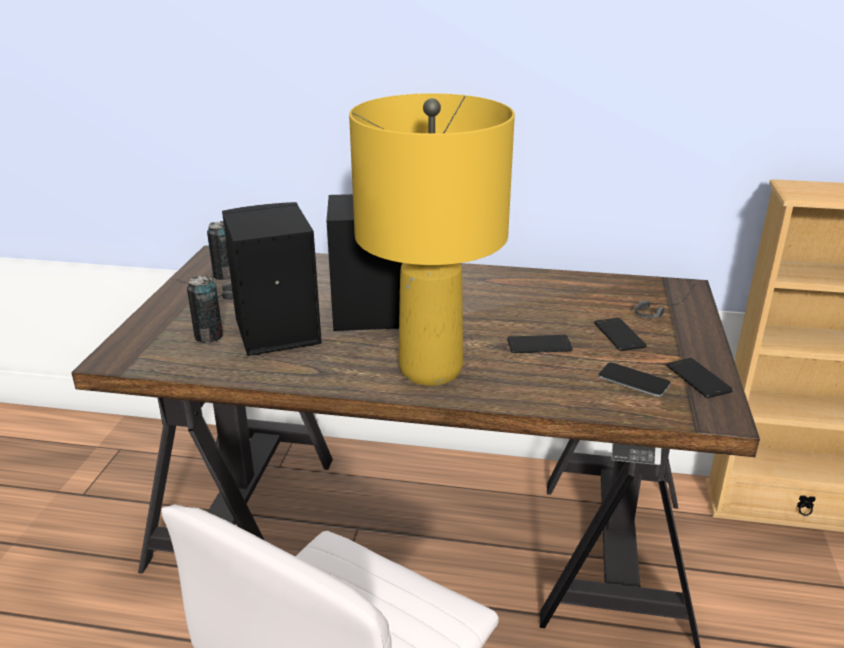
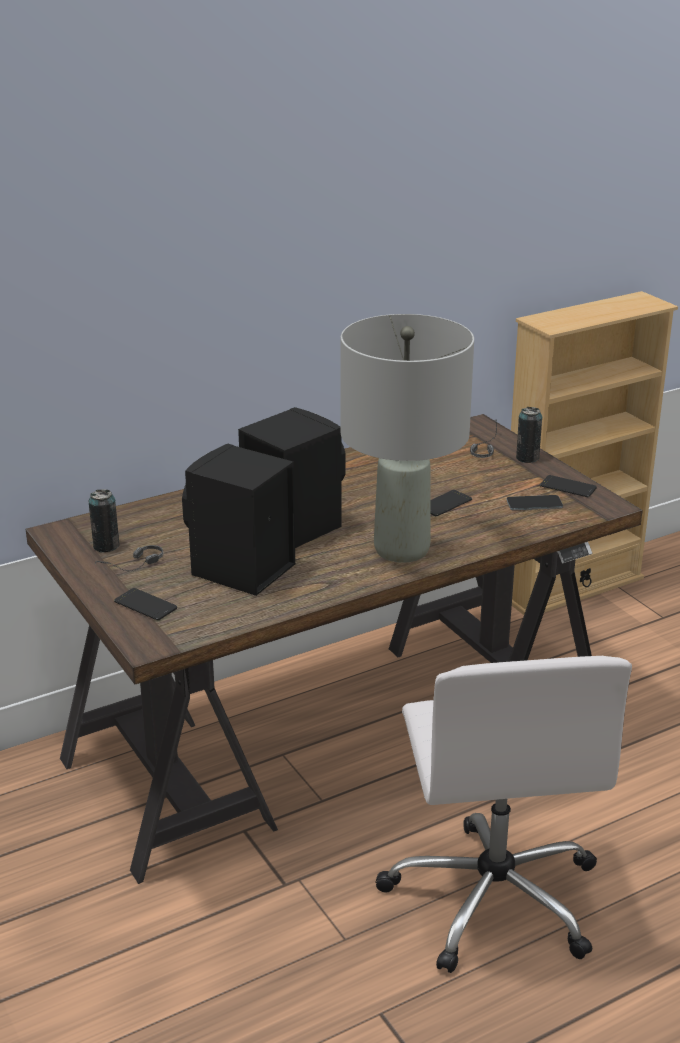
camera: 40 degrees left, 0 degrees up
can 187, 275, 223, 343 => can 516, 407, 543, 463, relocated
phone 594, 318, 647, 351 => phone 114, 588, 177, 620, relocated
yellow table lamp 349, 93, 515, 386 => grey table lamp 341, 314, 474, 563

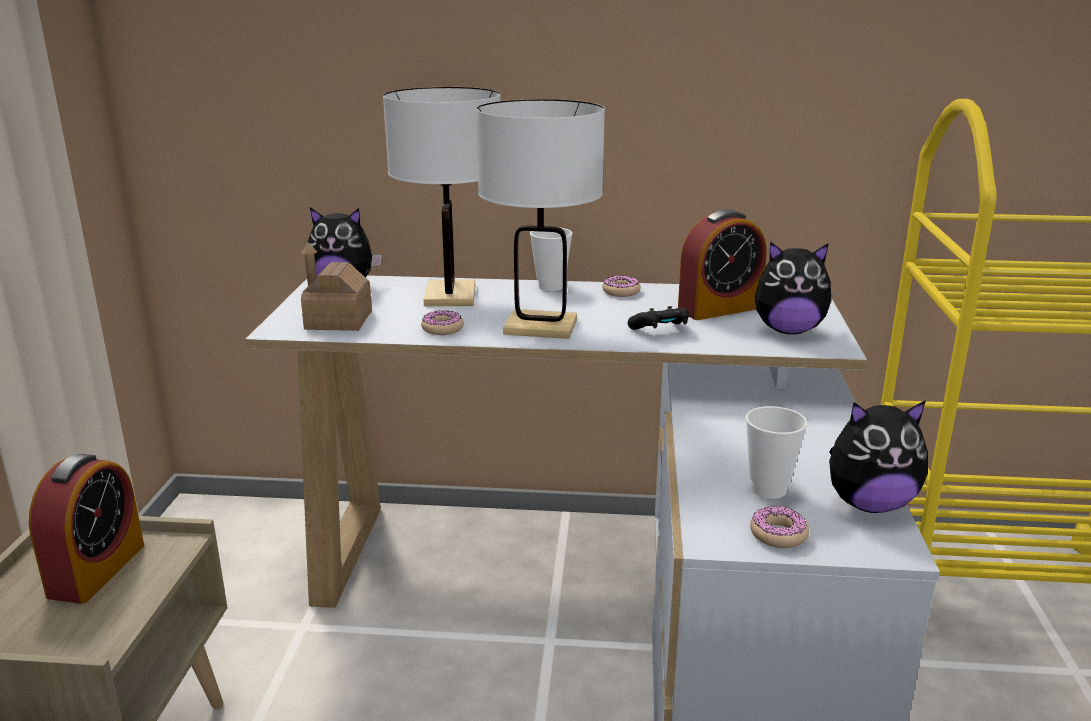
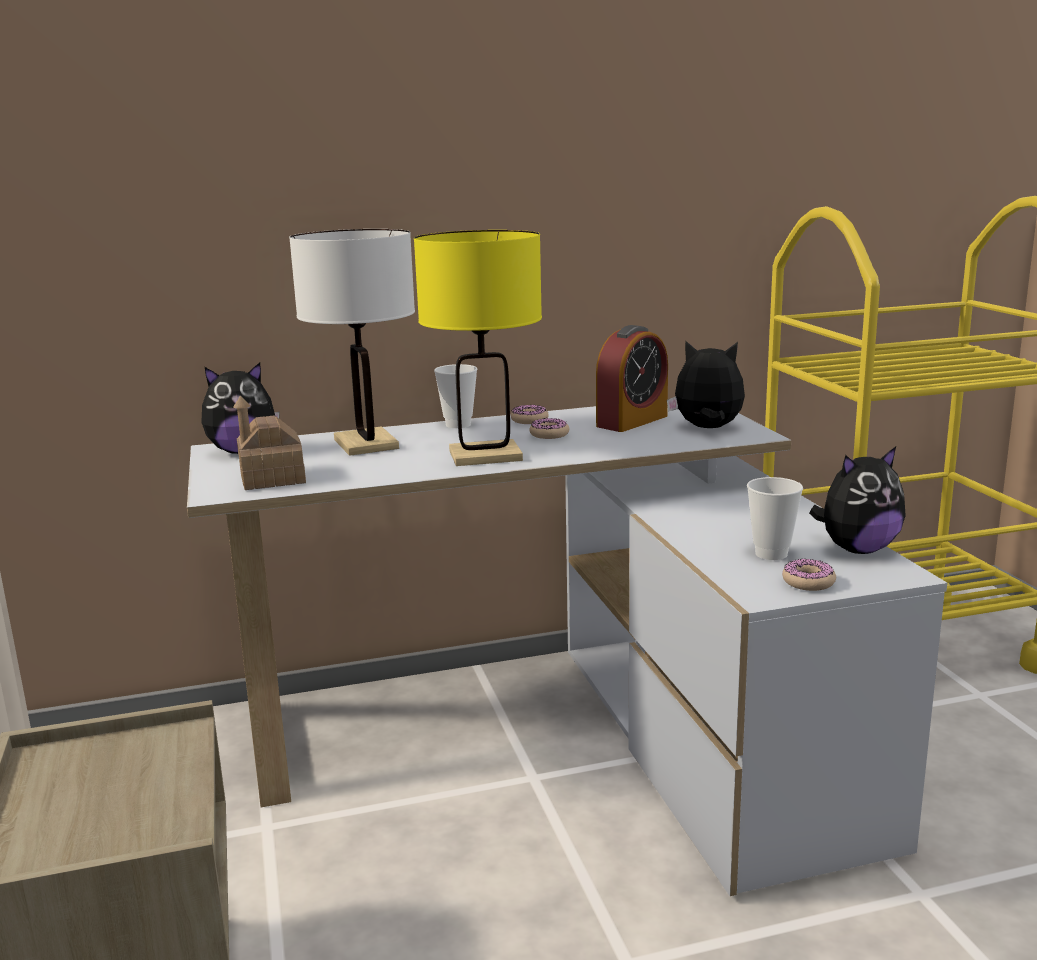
camera: 20 degrees left, 5 degrees down
alarm clock 29, 454, 144, 604 => nothing
black game controller 628, 306, 689, 330 => nothing
donut 421, 310, 464, 335 => donut 529, 418, 569, 439, relocated
white table lamp 476, 99, 605, 339 => yellow table lamp 414, 230, 542, 466
plush toy 755, 242, 833, 334 => plush toy 667, 341, 745, 428, 150 degrees counterclockwise

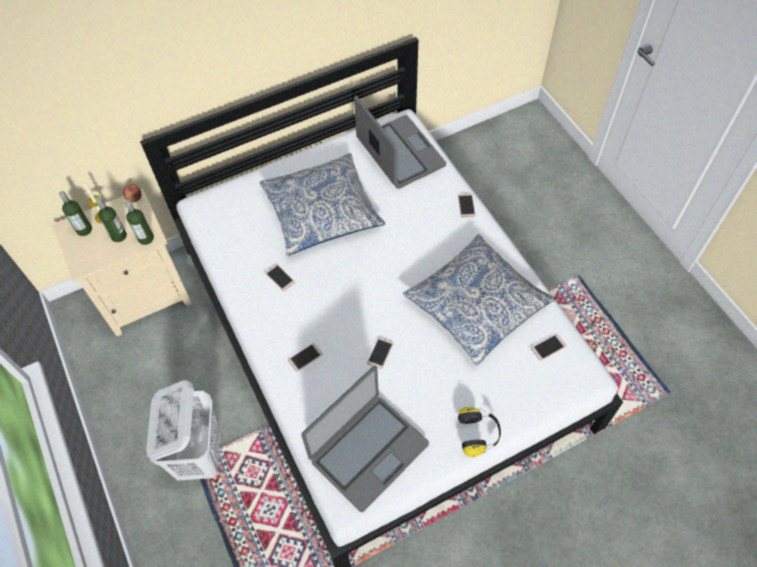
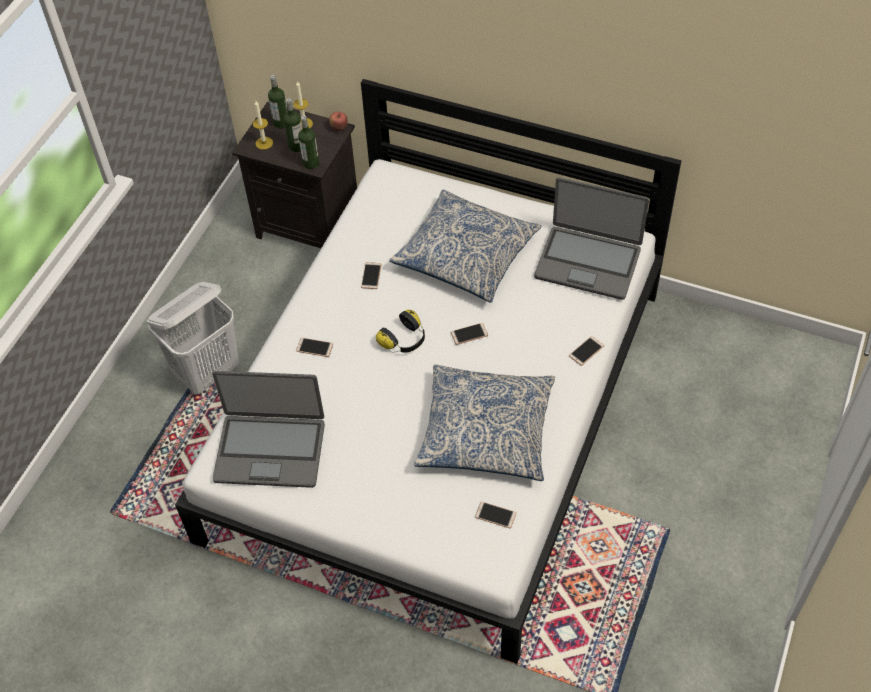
camera: 50 degrees right, 5 degrees down
nothing => candle 253, 101, 273, 150
phone 367, 337, 393, 369 => phone 451, 323, 488, 345, relocated
headphones 458, 407, 501, 457 => headphones 376, 310, 425, 353, relocated
beige nightstand 52, 189, 192, 336 => black nightstand 232, 102, 357, 248
laptop 354, 95, 446, 189 => laptop 534, 177, 649, 300, 90 degrees clockwise

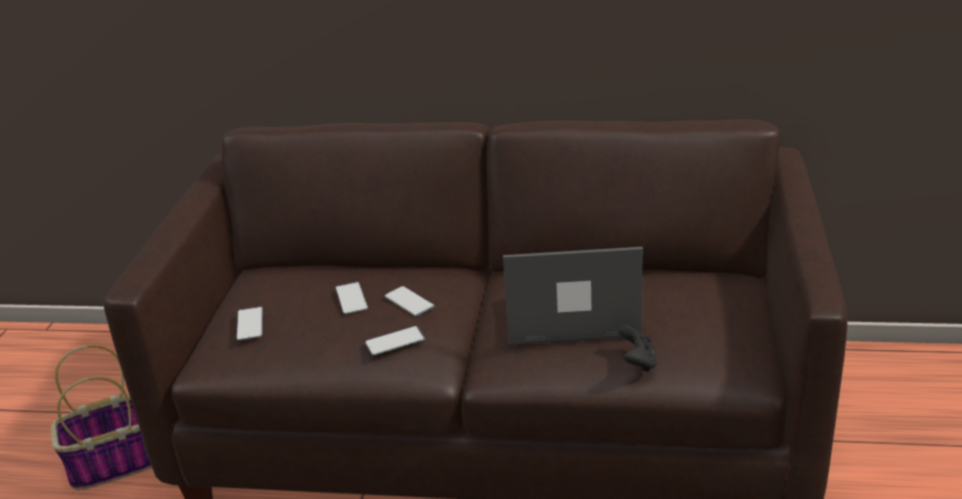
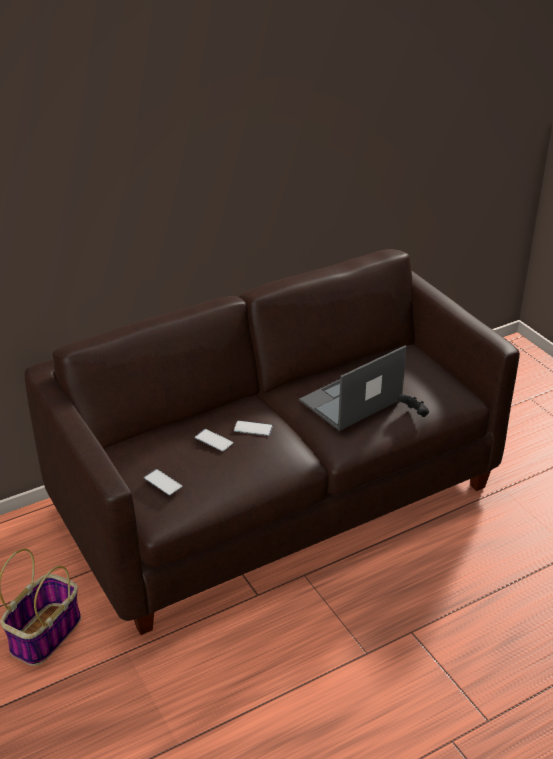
camera: 40 degrees left, 5 degrees up
phone 365, 326, 425, 355 => nothing

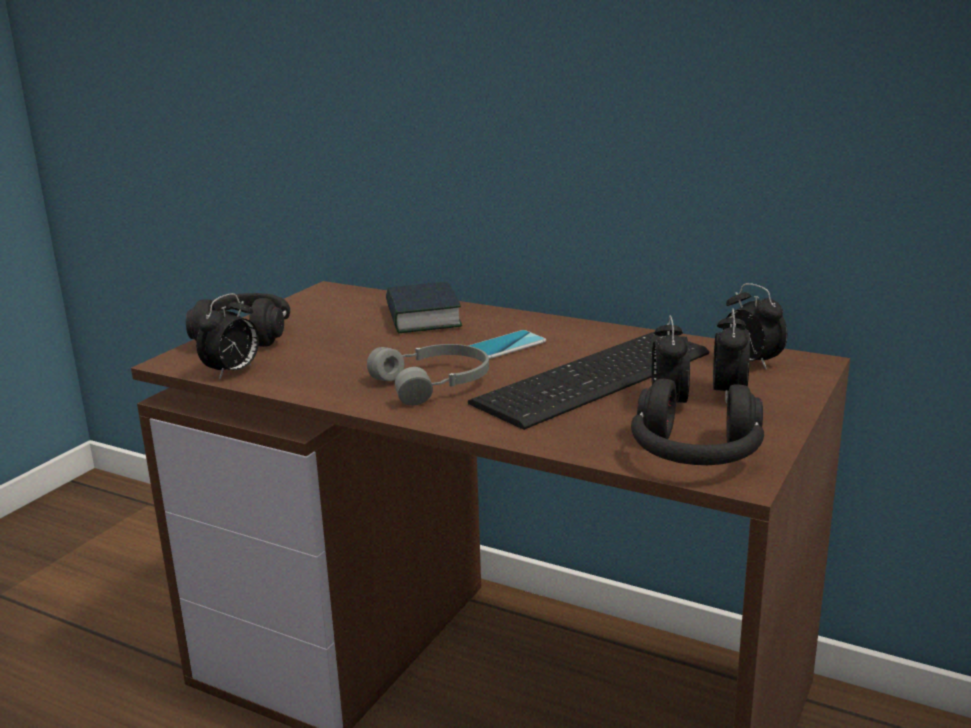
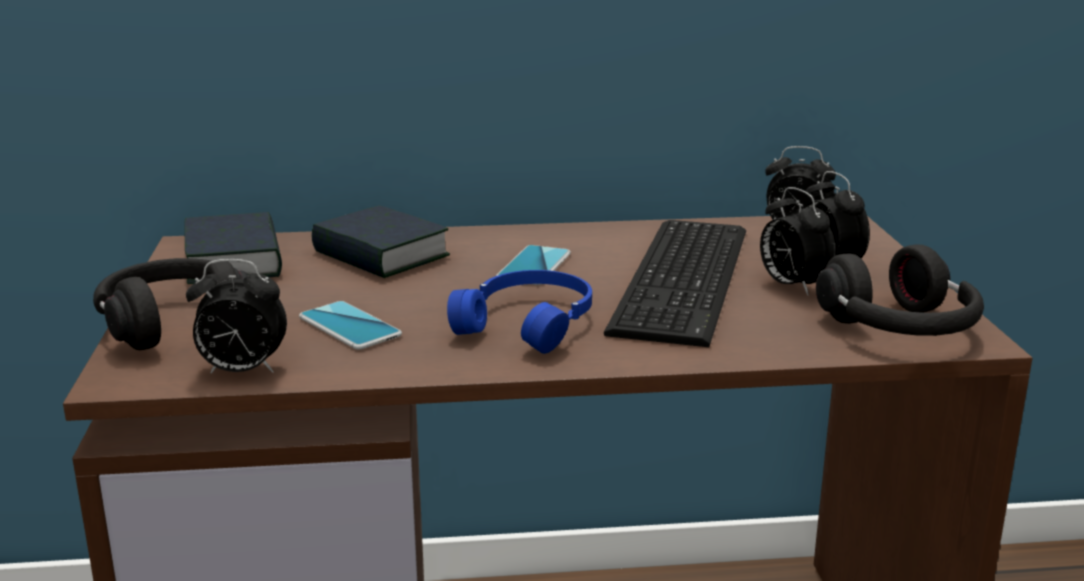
camera: 35 degrees left, 0 degrees up
nothing => book 184, 212, 282, 284
nothing => phone 299, 301, 402, 350
grey headphones 367, 344, 489, 406 => blue headphones 447, 270, 592, 354
alarm clock 196, 293, 259, 380 => alarm clock 186, 259, 287, 373, 90 degrees clockwise

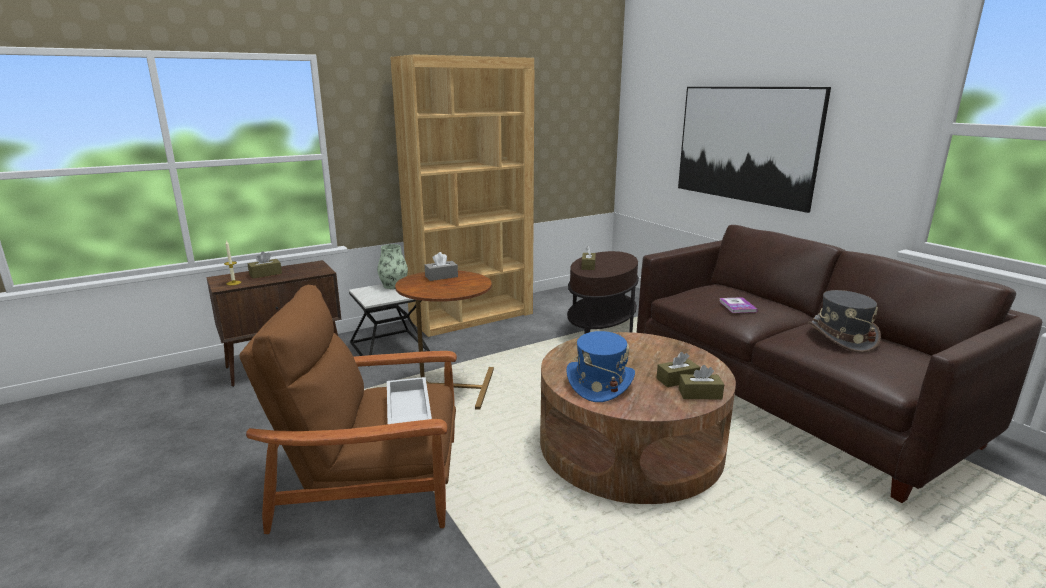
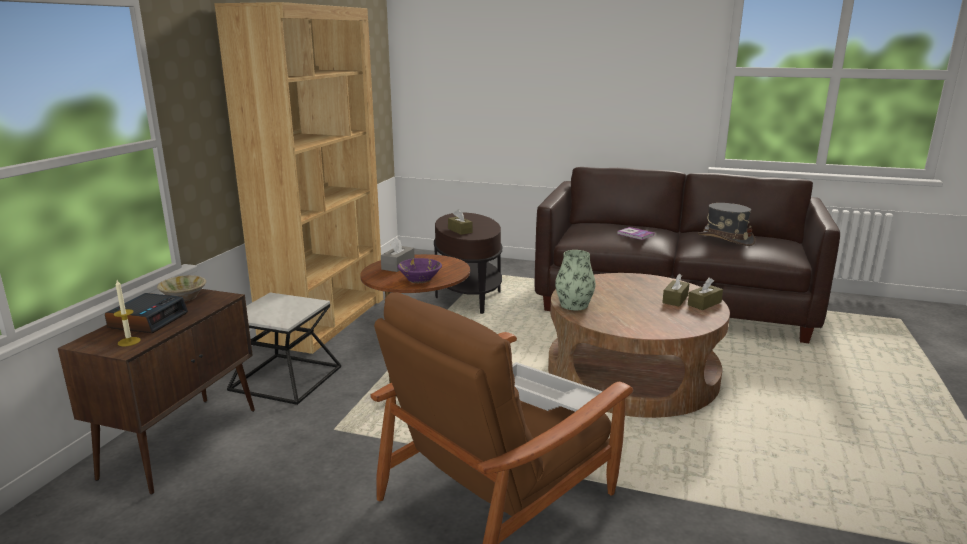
camera: 40 degrees left, 0 degrees up
blue hat 566, 331, 635, 402 => nothing
picture 678, 87, 831, 213 => nothing
nothing => beige bowl 157, 275, 206, 302
nothing => purple bowl 397, 258, 442, 283
vase 377, 244, 408, 289 => vase 555, 250, 596, 310, relocated
brown tissue box 248, 251, 282, 279 => alarm clock 105, 293, 188, 333

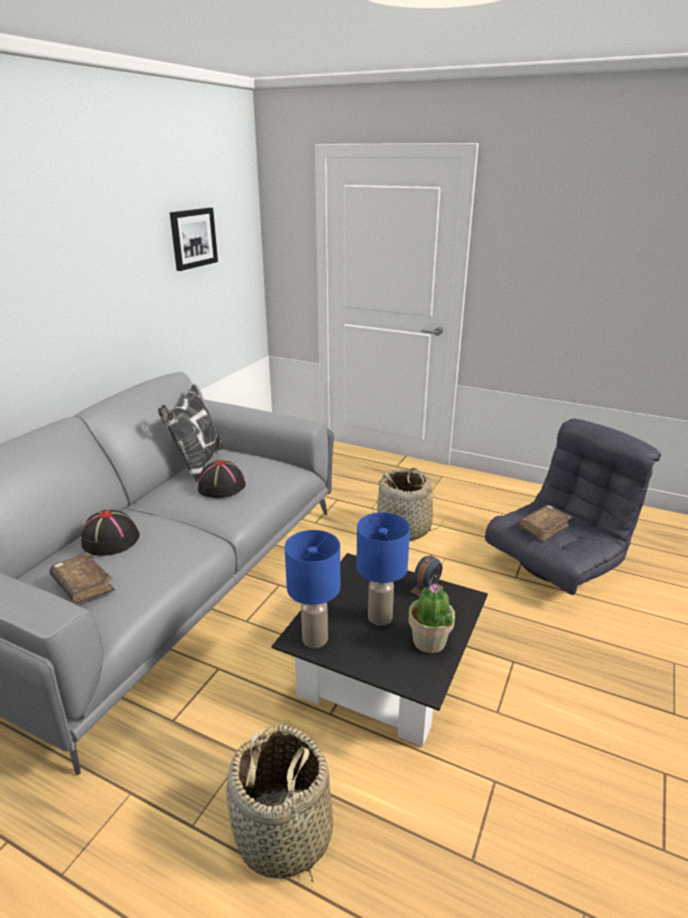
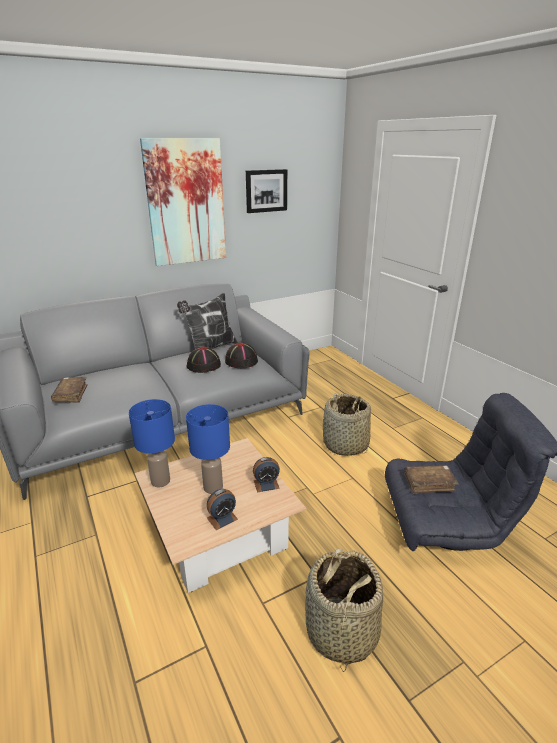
camera: 35 degrees right, 0 degrees up
nothing => picture 140, 138, 226, 266
black hat 81, 510, 140, 556 => black hat 225, 342, 258, 368, relocated
basket 226, 724, 333, 882 => basket 305, 549, 383, 672, relocated
potted plant 408, 584, 455, 653 => alarm clock 207, 489, 238, 530
black coffee table 272, 553, 488, 747 => beige coffee table 135, 438, 306, 593

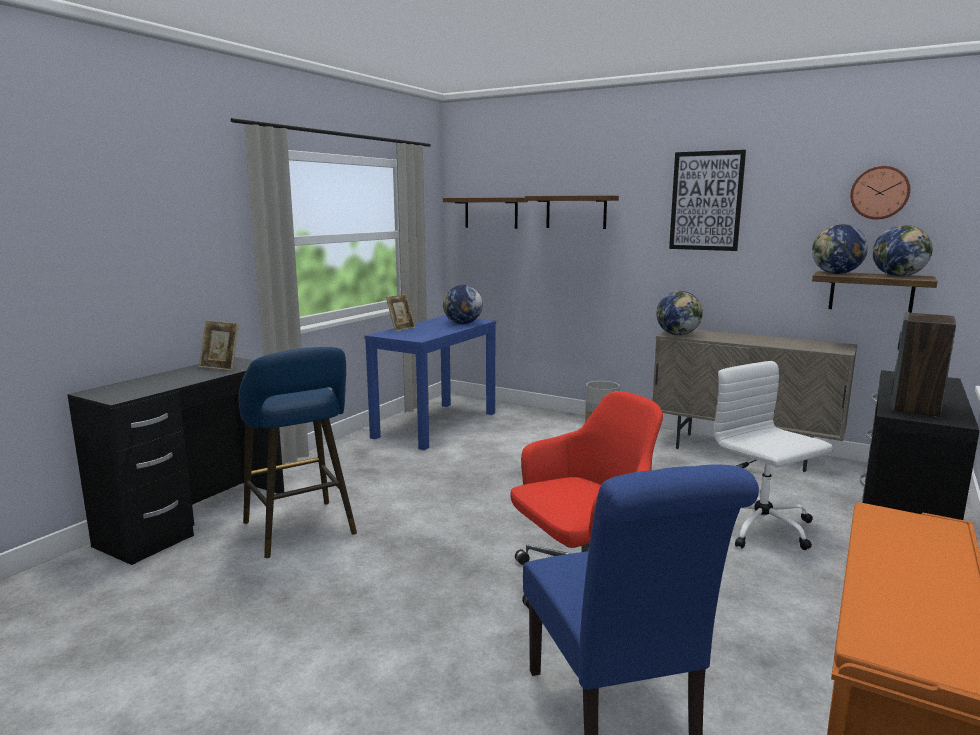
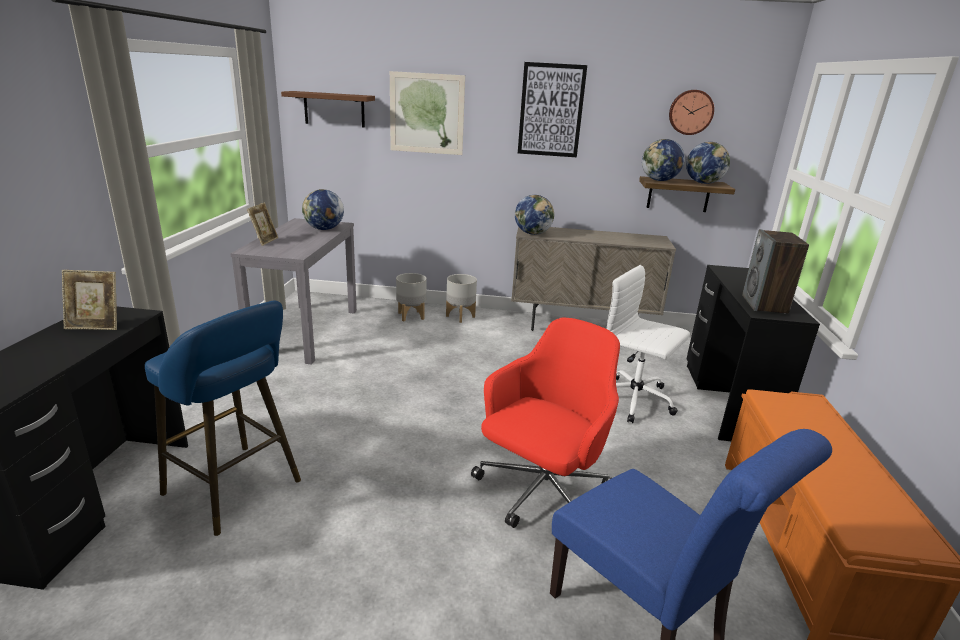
camera: 25 degrees left, 10 degrees up
nothing => grey planter 396, 273, 427, 321
brown shelf 525, 195, 619, 229 => picture 390, 71, 465, 155
blue console table 364, 316, 496, 450 => grey console table 230, 218, 357, 364

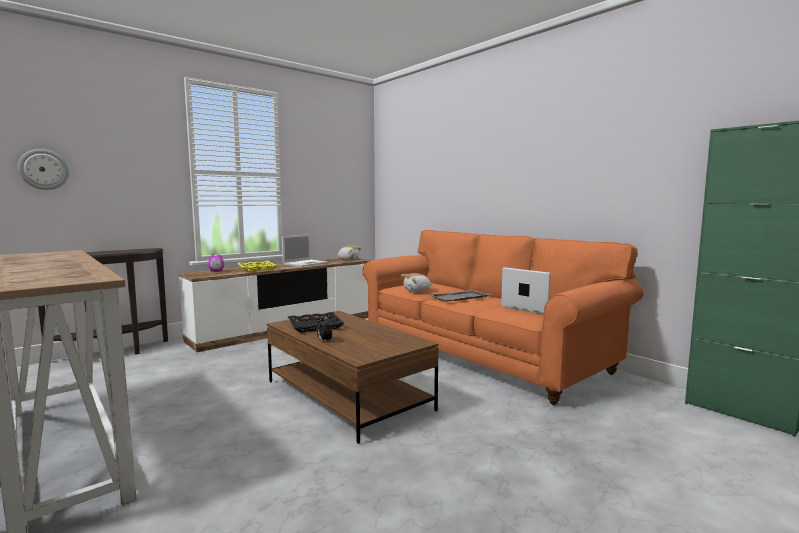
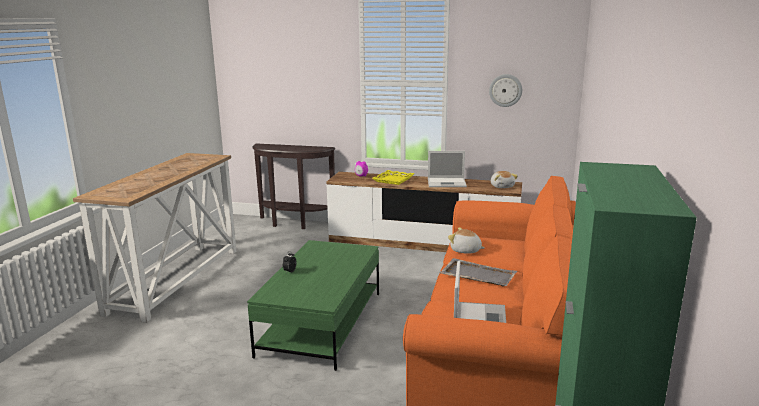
camera: 55 degrees right, 10 degrees up
black tray 288, 312, 344, 333 => nothing
wall clock 18, 149, 69, 190 => wall clock 489, 74, 522, 107, relocated
brown coffee table 267, 311, 438, 444 => green coffee table 247, 240, 379, 371

